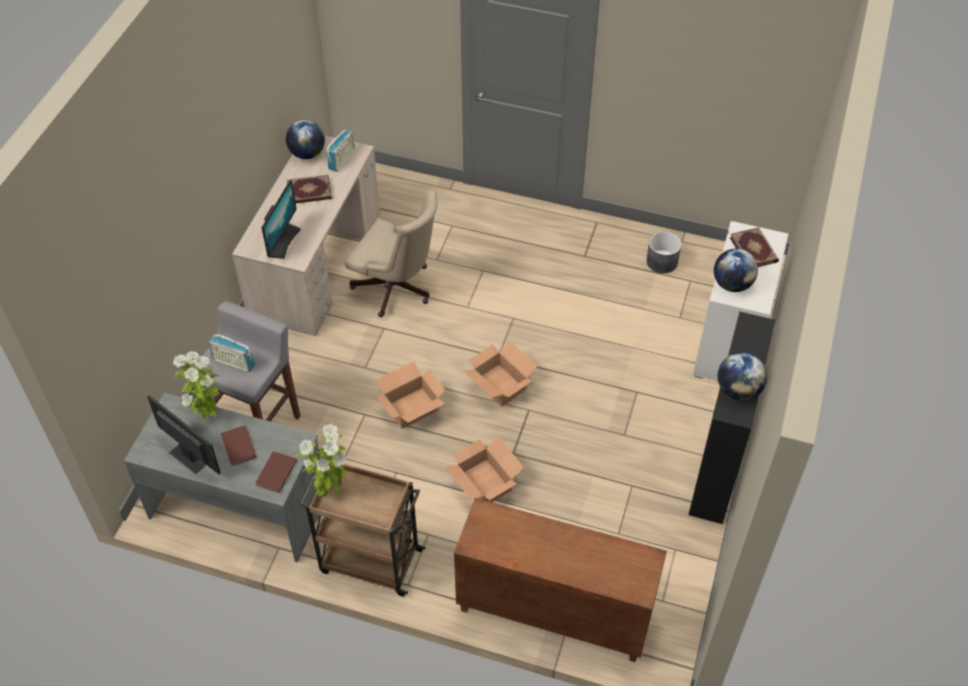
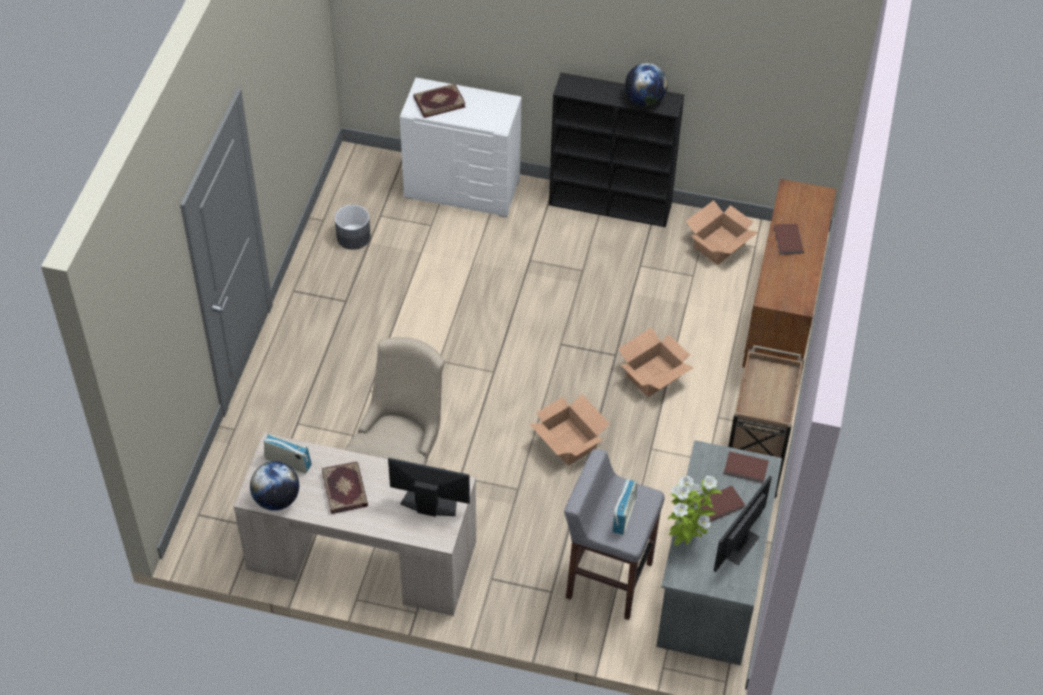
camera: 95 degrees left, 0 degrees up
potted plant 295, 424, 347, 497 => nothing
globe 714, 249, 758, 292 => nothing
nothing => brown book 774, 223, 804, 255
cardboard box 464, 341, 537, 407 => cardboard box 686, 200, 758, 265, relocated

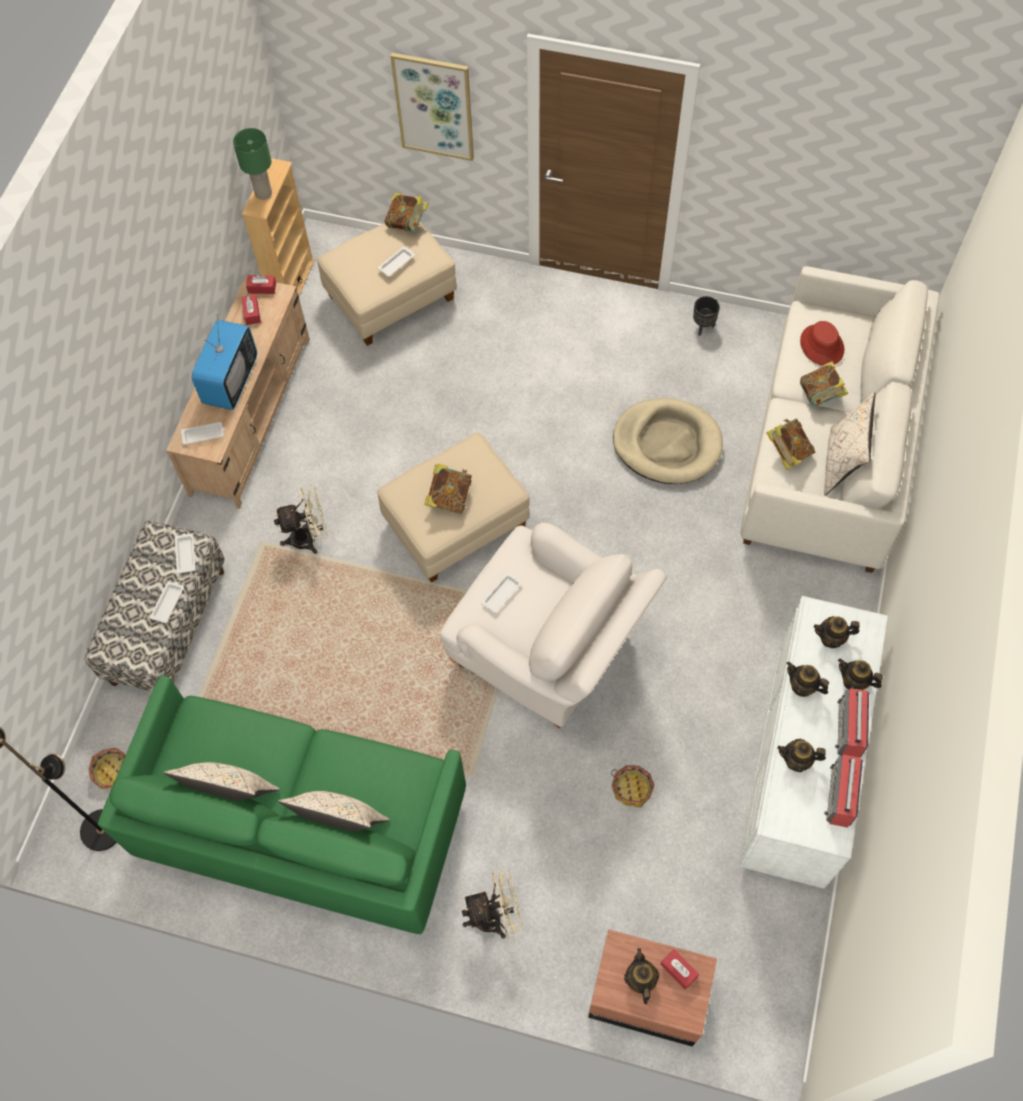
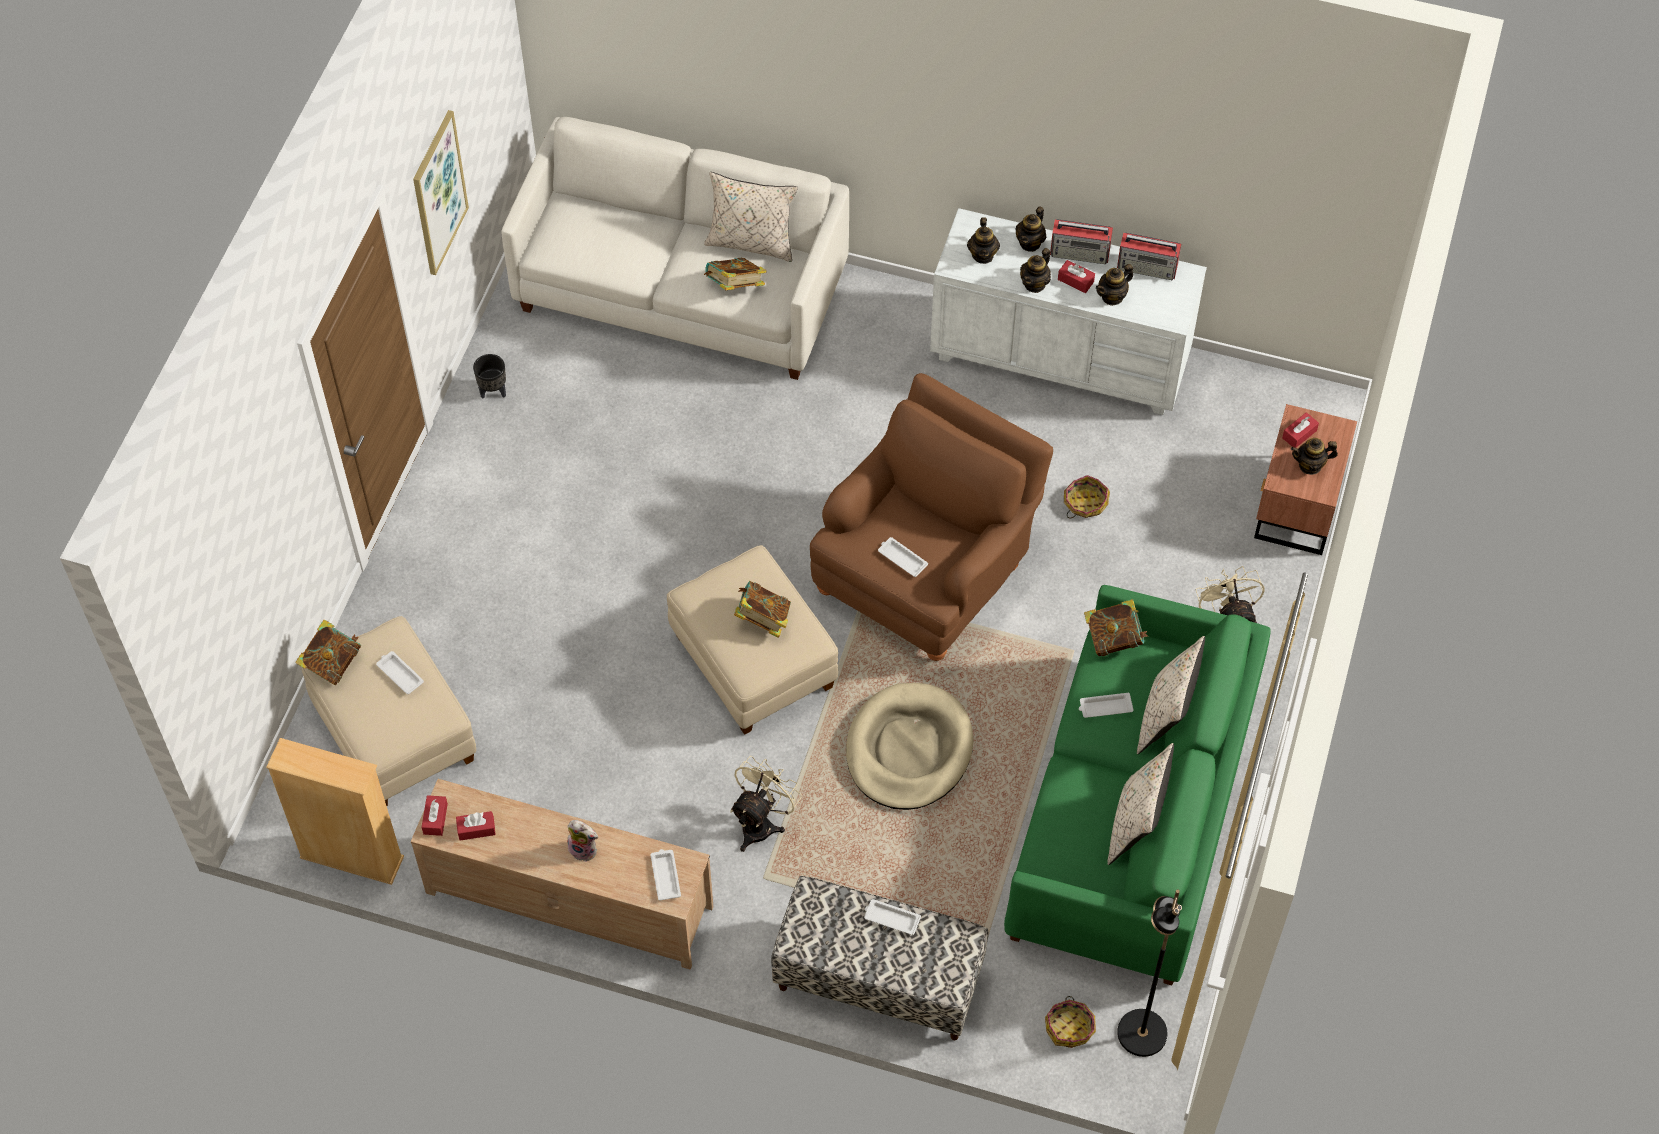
camera: 90 degrees left, 5 degrees down
green table lamp 233, 128, 272, 200 => nothing
red hat 800, 321, 845, 366 => nothing
nothing => red tissue box 1058, 260, 1095, 293
white tray 175, 533, 196, 574 => white tray 1079, 692, 1133, 718, relocated
picture 391, 53, 474, 161 => picture 413, 110, 469, 275, relocated
beige dog bed 613, 398, 723, 484 => beige dog bed 846, 683, 974, 810, relocated
book 800, 361, 848, 407 => book 1084, 599, 1148, 656, relocated
television 192, 314, 257, 410 => plush toy 566, 820, 598, 862
white armchair 440, 523, 667, 729 => brown armchair 810, 373, 1053, 661
beige fan 274, 485, 327, 554 => beige fan 730, 756, 802, 852, 45 degrees clockwise
teapot 777, 739, 826, 772 => teapot 1096, 264, 1133, 306, 45 degrees clockwise

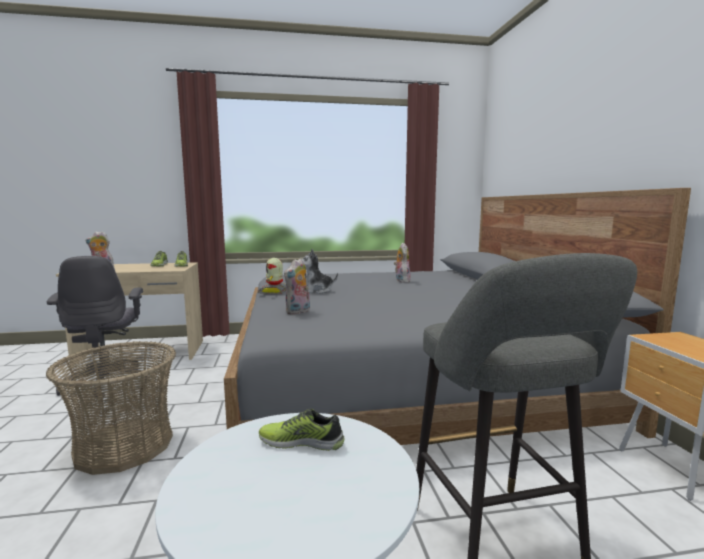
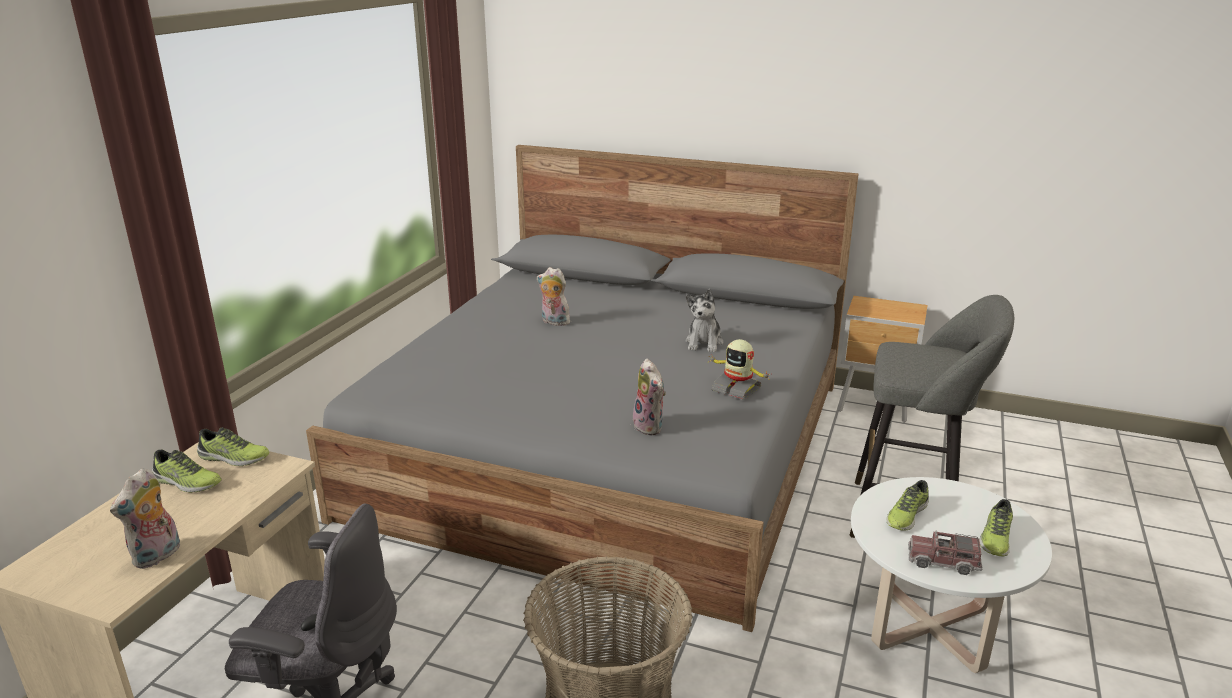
camera: 60 degrees left, 15 degrees up
nothing => toy truck 908, 530, 982, 575
nothing => shoe 979, 499, 1013, 556
toy robot 258, 258, 287, 294 => toy robot 709, 339, 770, 400, relocated
plush toy 302, 249, 338, 294 => plush toy 685, 289, 723, 352, relocated

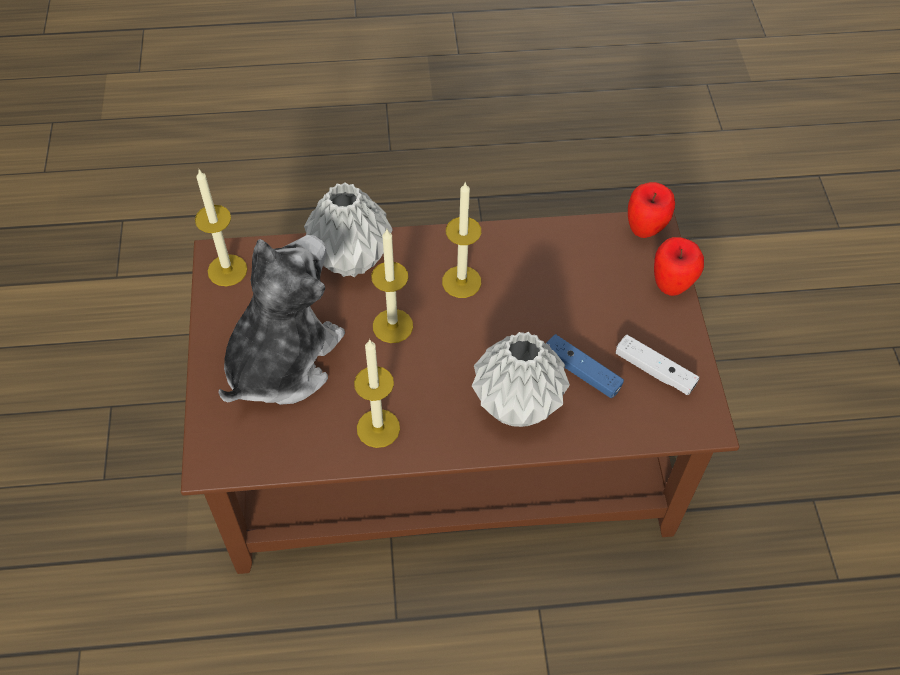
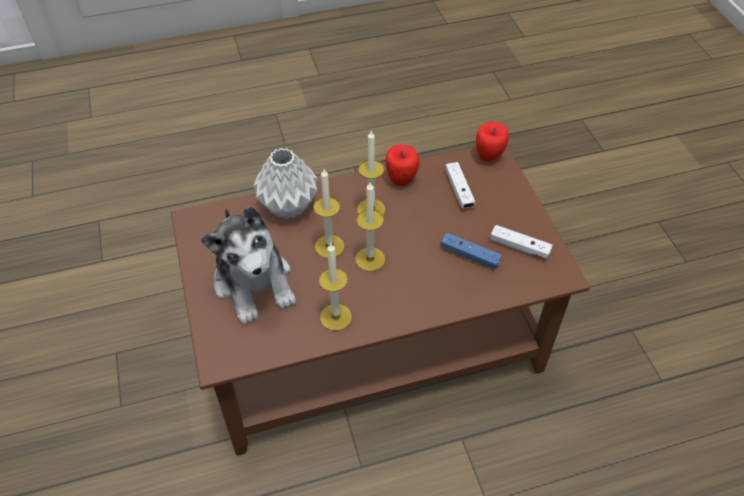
camera: 10 degrees left, 5 degrees down
grey vase 472, 332, 570, 427 => nothing
nothing => white game controller 445, 162, 475, 208
candle 195, 170, 248, 286 => candle 355, 182, 385, 271, relocated
apple 654, 237, 704, 296 => apple 386, 144, 420, 186, relocated
plush toy 218, 235, 345, 405 => plush toy 201, 206, 296, 324, 135 degrees clockwise

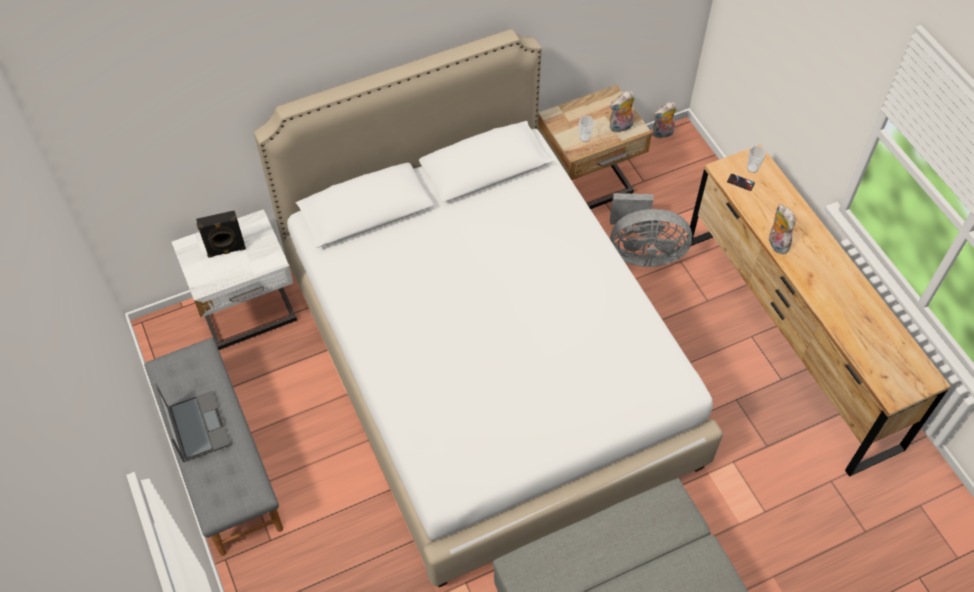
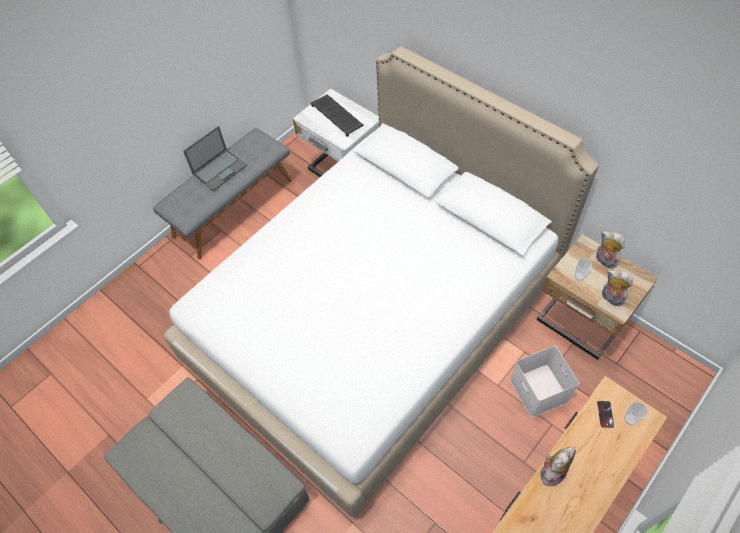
camera: 70 degrees right, 0 degrees up
plush toy 653, 102, 676, 139 => plush toy 596, 231, 625, 269, relocated
black speaker 196, 210, 246, 258 => keyboard 311, 94, 364, 137
grey fan 610, 193, 692, 267 => white storage box 510, 346, 579, 418

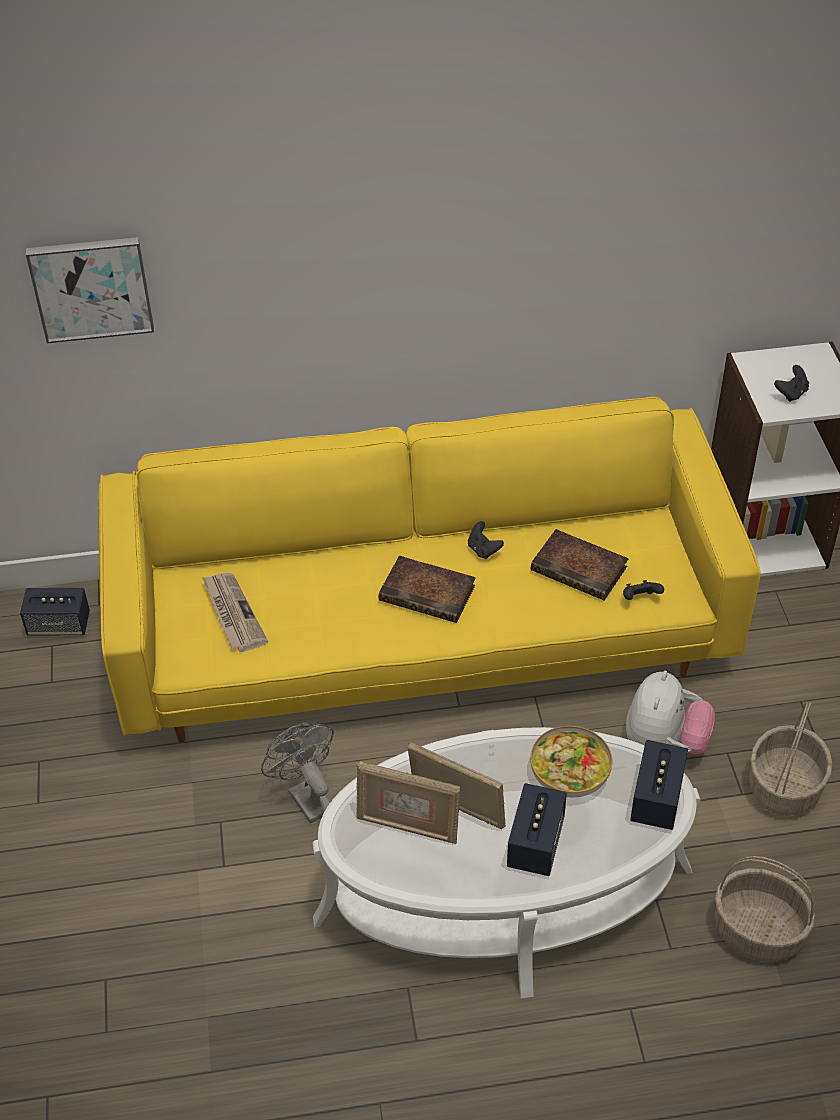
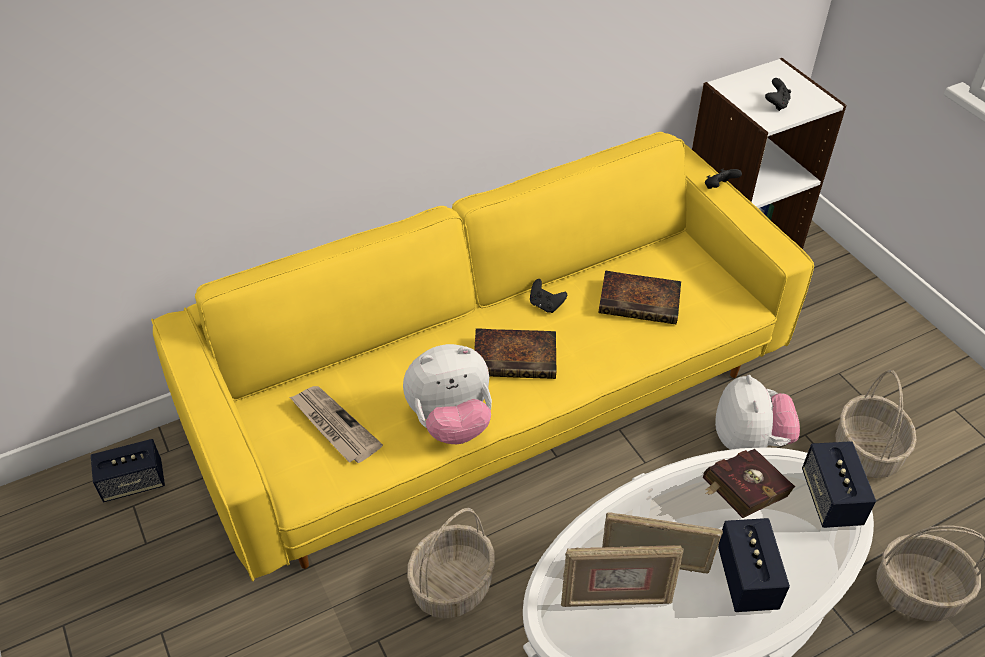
camera: 20 degrees left, 0 degrees up
picture 26, 237, 154, 343 => nothing
nothing => plush toy 403, 344, 492, 444
black game controller 623, 580, 664, 600 => black game controller 705, 169, 742, 189, relocated
grey fan 261, 723, 334, 823 => basket 407, 508, 495, 618
bowl 530, 726, 612, 797 => red book 703, 449, 795, 518

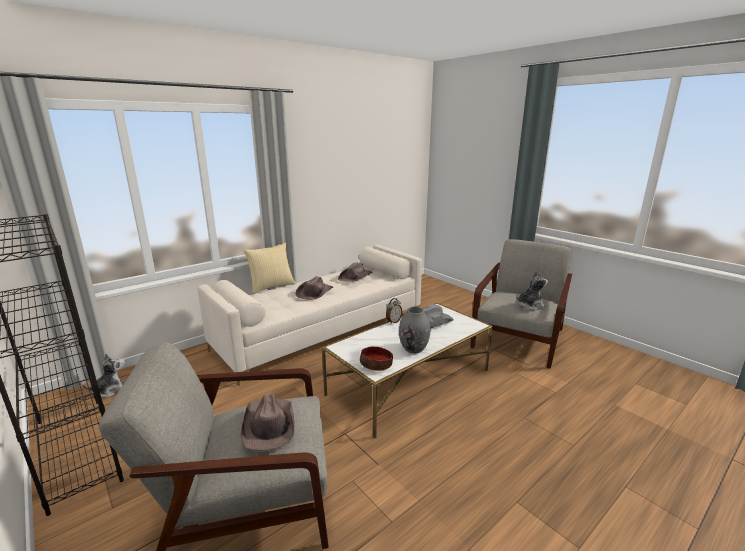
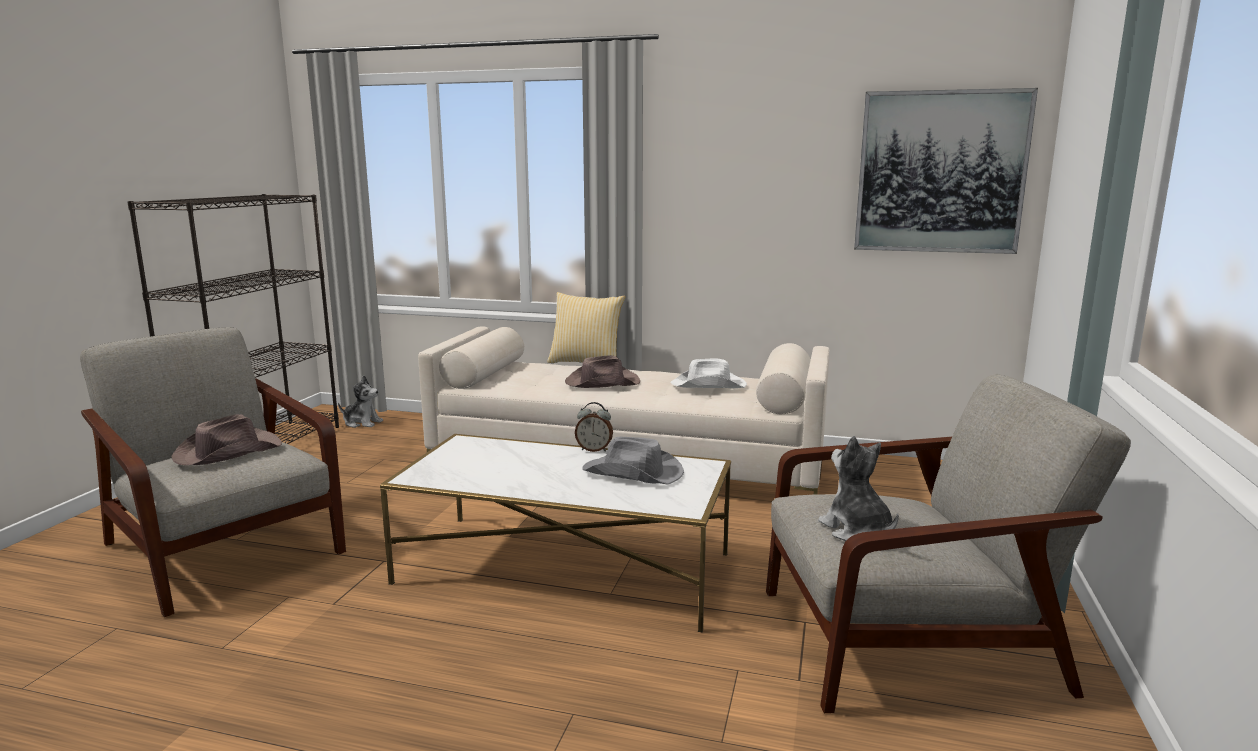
camera: 55 degrees right, 5 degrees down
bowl 360, 347, 393, 371 => nothing
grey vase 399, 307, 430, 354 => nothing
nothing => picture 854, 88, 1038, 254
brown hat 338, 262, 373, 282 => white hat 670, 358, 747, 389
plush toy 516, 271, 548, 310 => plush toy 818, 436, 899, 541, 150 degrees counterclockwise

